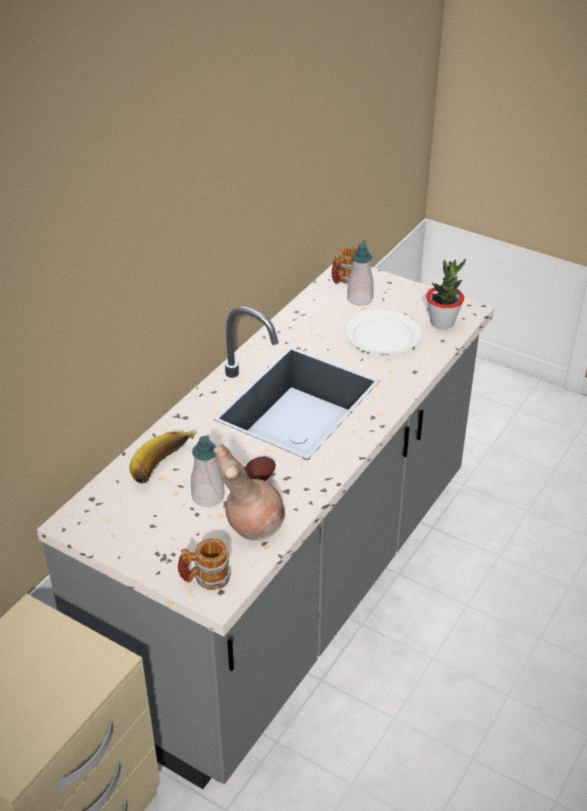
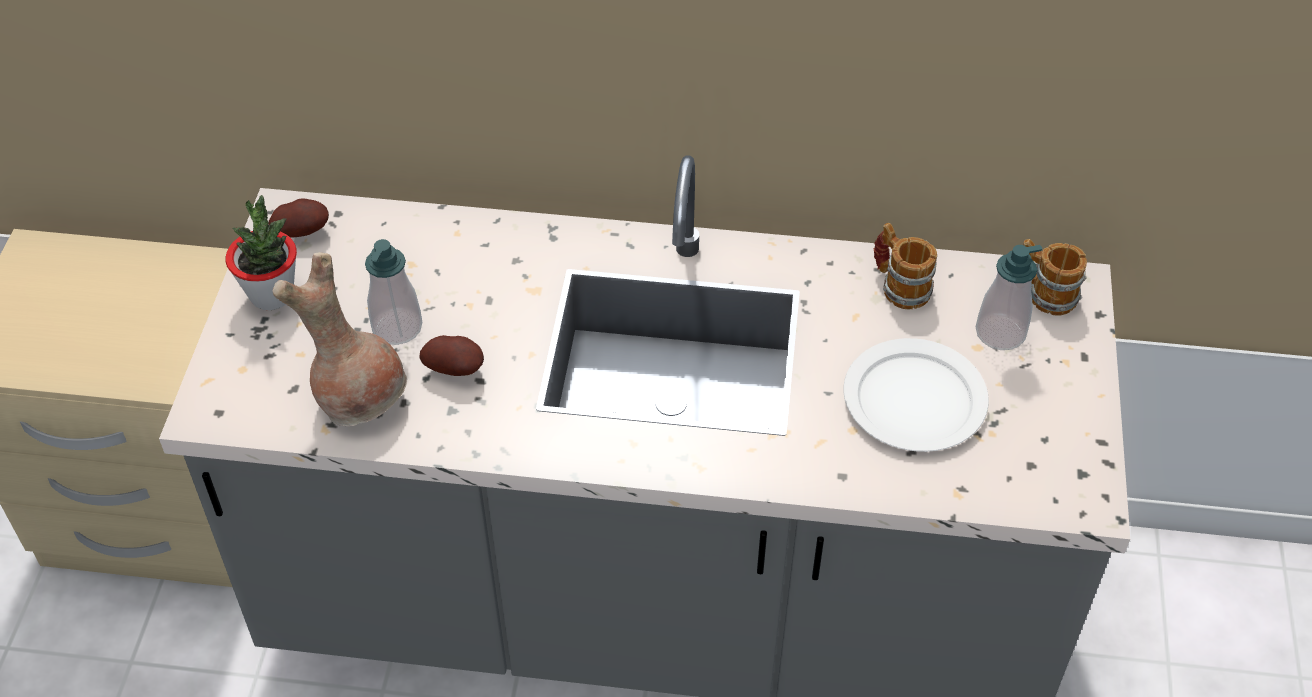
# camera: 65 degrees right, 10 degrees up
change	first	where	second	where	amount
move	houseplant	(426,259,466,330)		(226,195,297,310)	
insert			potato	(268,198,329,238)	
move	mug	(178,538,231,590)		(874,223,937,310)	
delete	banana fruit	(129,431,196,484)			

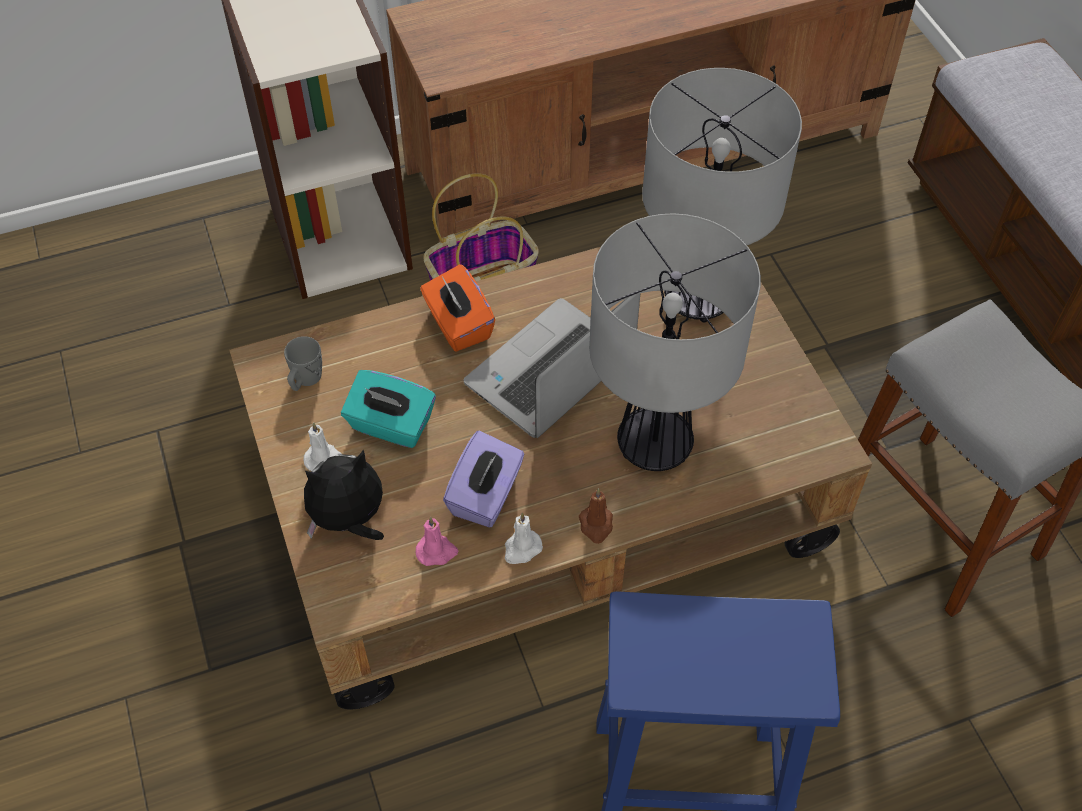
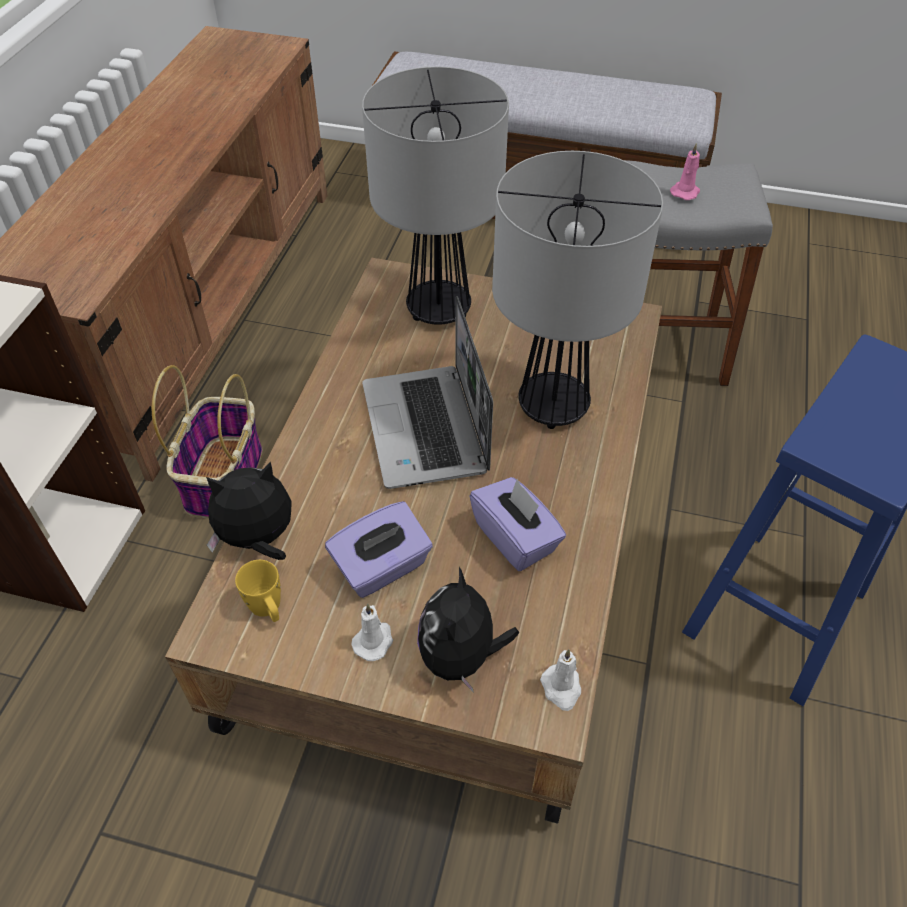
# camera: 55 degrees left, 5 degrees down
change	first	where	second	where	amount
insert			soft toy	(206,461,292,560)	
recolor	mug (grey)	(284,336,322,391)	mug (yellowish)	(235,560,281,622)	
recolor	box of tissues (blue-green)	(341,370,436,448)	box of tissues (purple)	(325,501,433,598)	
move	wax light (whitish)	(505,513,543,564)		(540,649,581,711)	
move	wax light (pink)	(416,517,458,566)		(670,143,700,200)	
delete	box of tissues (orange-coloured)	(420,264,495,352)			
delete	wax light (brownish)	(579,488,613,544)			

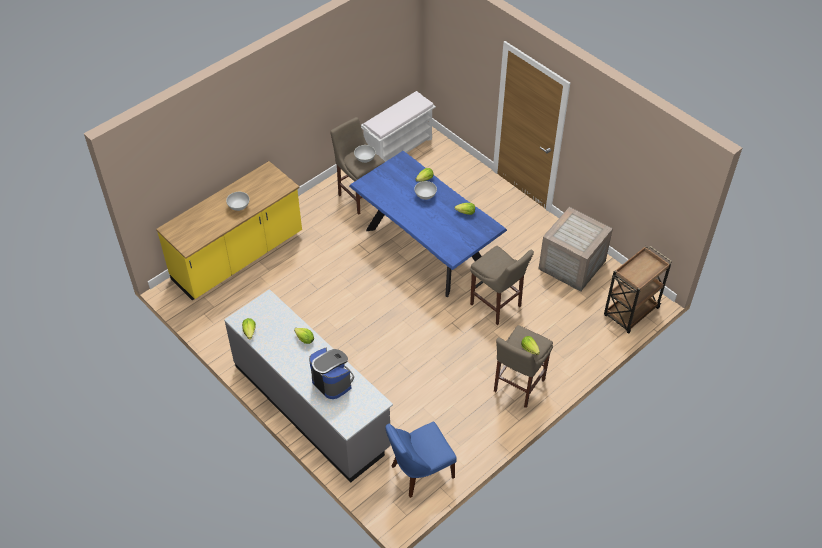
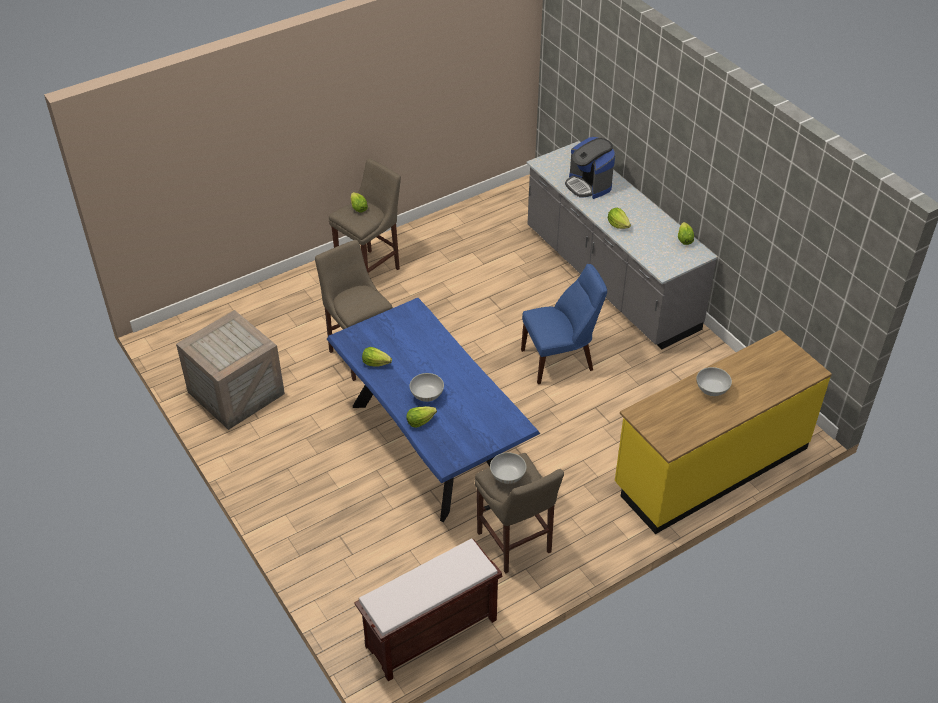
# camera: 170 degrees left, 5 degrees down
change	first	where	second	where	amount
recolor	bench (whitish)	(361,91,436,162)	bench (brownish)	(354,539,502,681)	
move	chair (blue)	(385,422,457,498)		(521,264,607,384)	
delete	cart (brownish)	(604,246,672,334)			

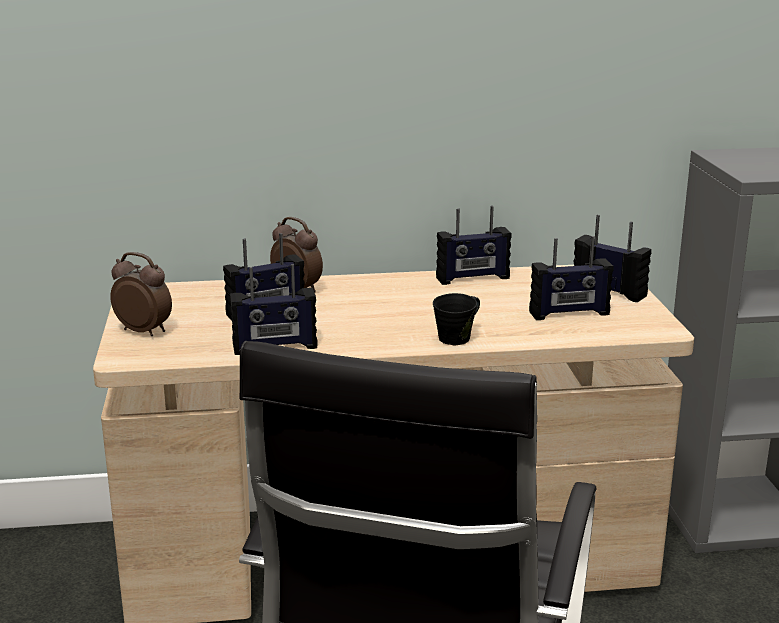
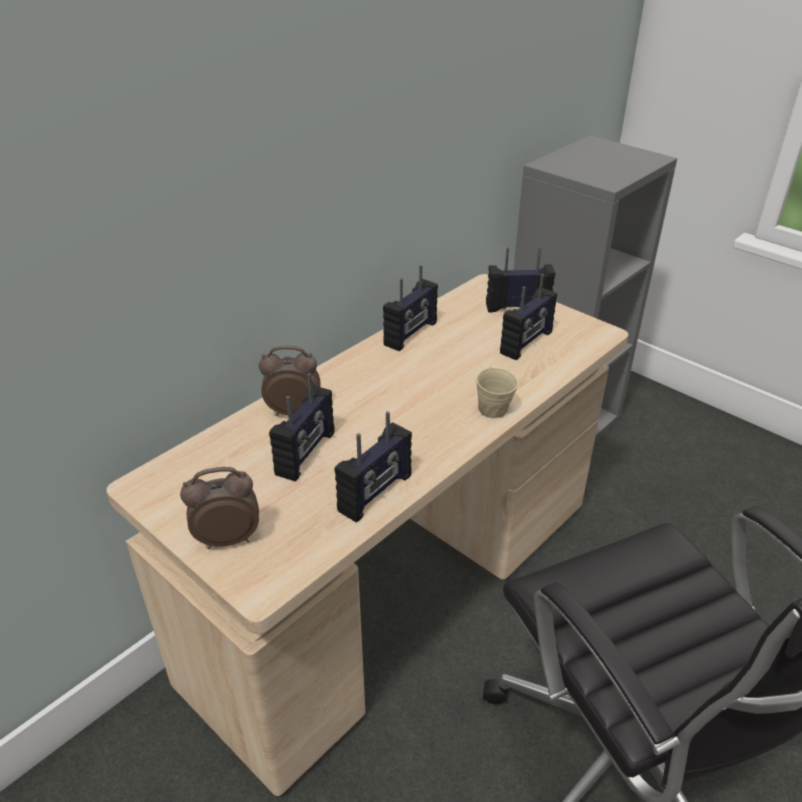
# camera: 40 degrees left, 15 degrees up
change	first	where	second	where	amount
recolor	mug (blackish)	(433,293,480,346)	mug (beige)	(476,365,518,418)	

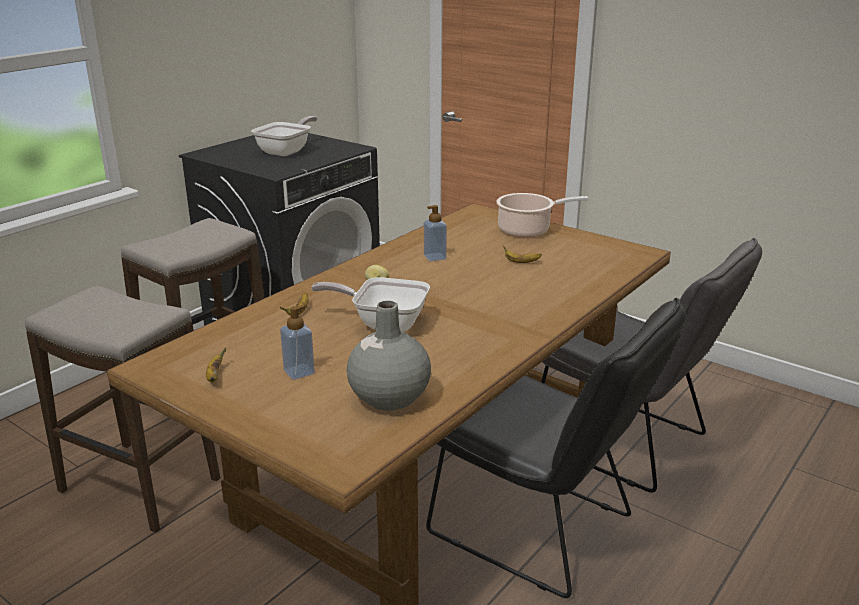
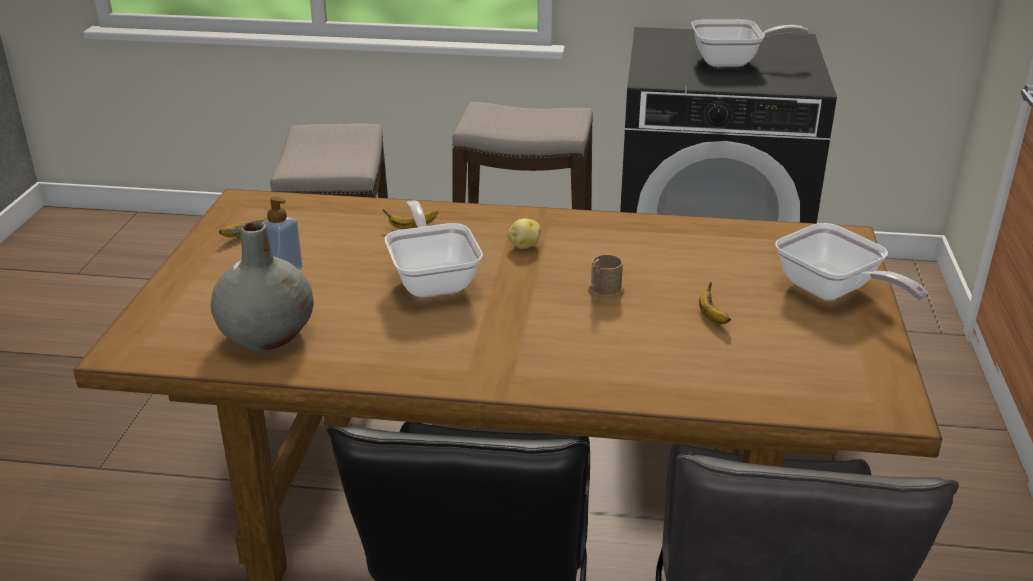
# camera: 60 degrees right, 5 degrees up
change	first	where	second	where	amount
insert			mug (brownish)	(588,254,624,301)	
replace	stockpot	(496,193,588,237)	frying pan	(775,223,927,300)	
delete	soap dispenser	(424,205,447,261)			

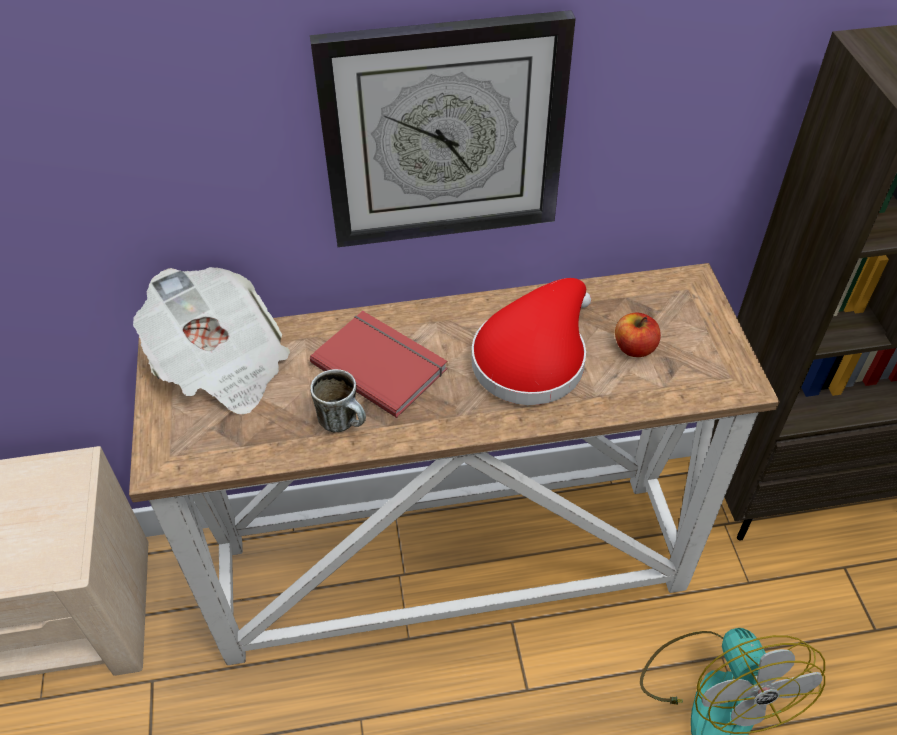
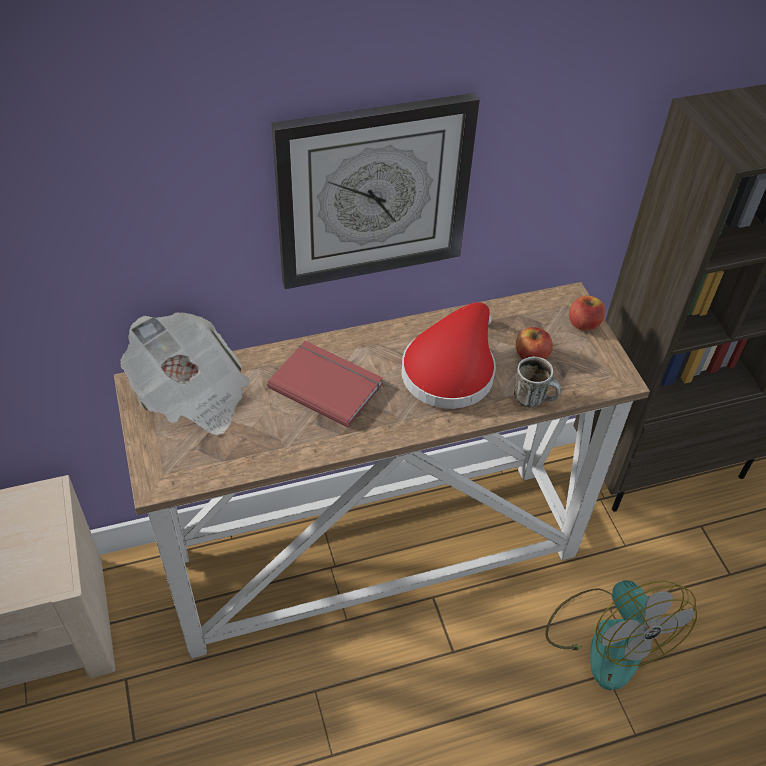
# camera: 10 degrees left, 0 degrees up
change	first	where	second	where	amount
move	mug	(310,369,366,433)		(514,357,561,408)	
insert			apple fruit	(569,296,605,331)	

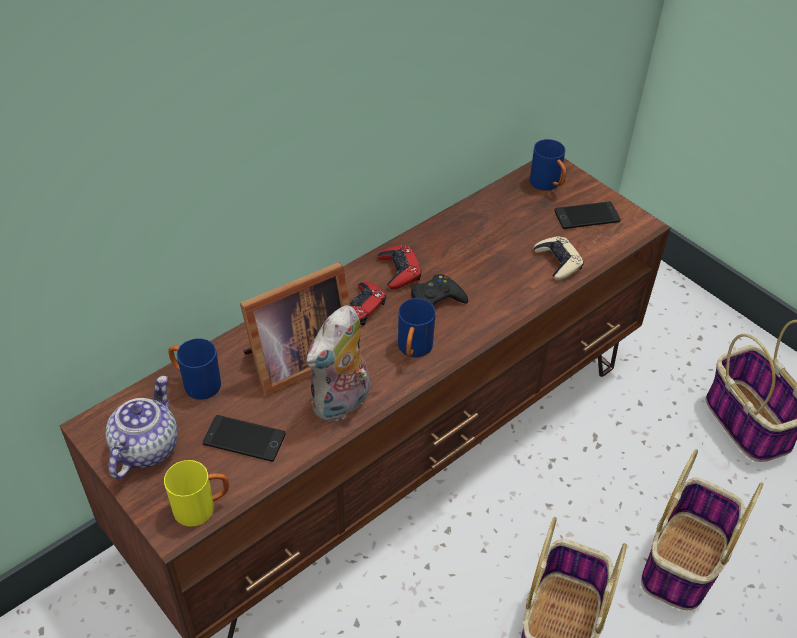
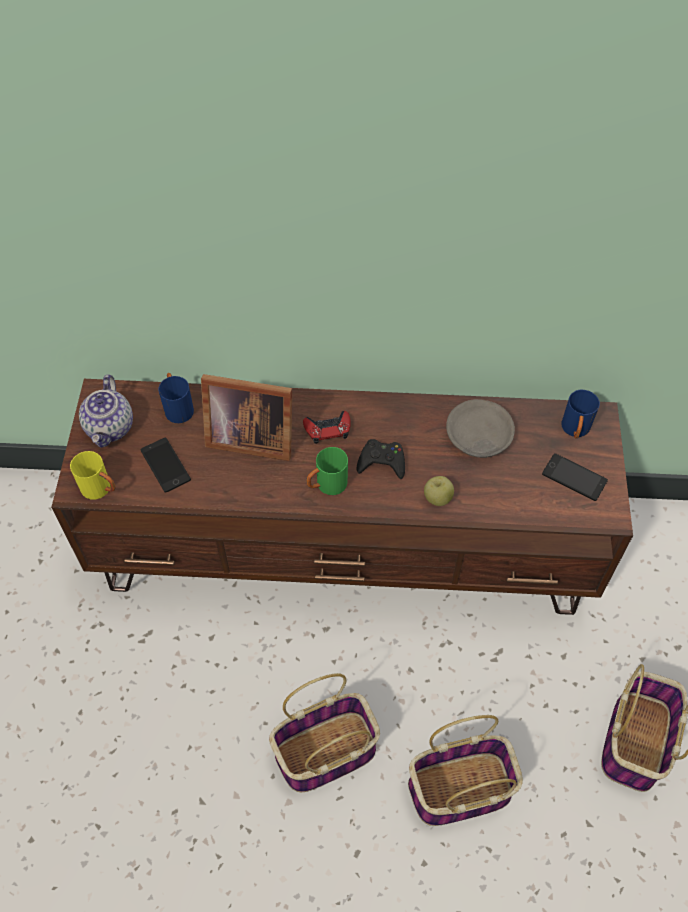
# camera: 45 degrees right, 10 degrees up
change	first	where	second	where	amount
rotate	teapot	(106,376,178,479)		(79,375,133,448)	120 degrees clockwise
recolor	mug (blue)	(398,298,436,358)	mug (green)	(306,447,348,495)	
insert			apple fruit	(424,476,454,506)	
insert			serving bowl (grey)	(446,399,515,458)	
delete	soft toy	(306,305,369,422)			
delete	game controller (red-coloured)	(377,245,422,289)			
delete	game controller (beige)	(534,236,584,280)			

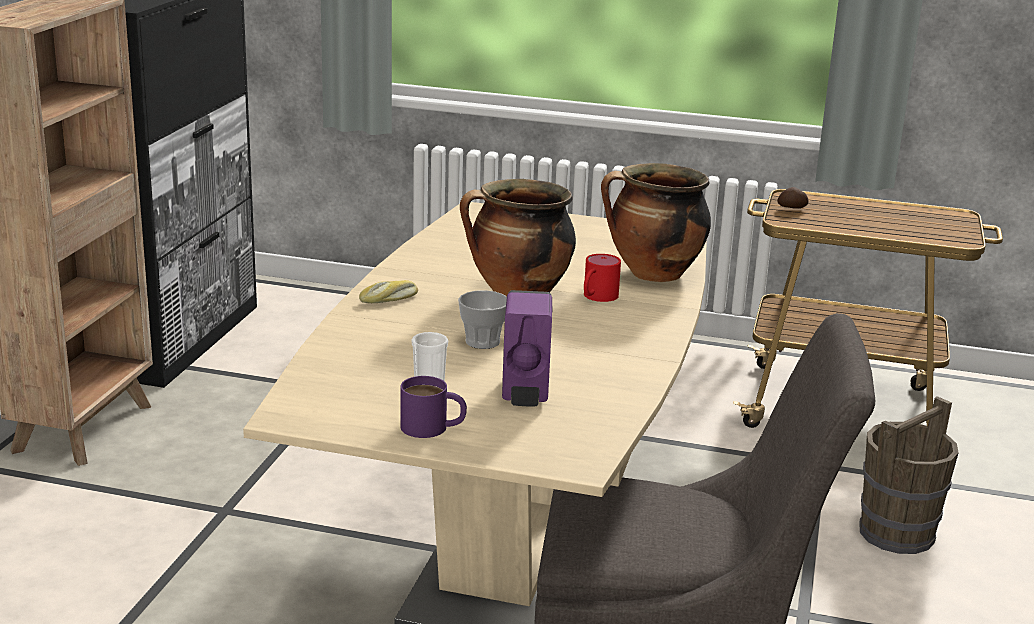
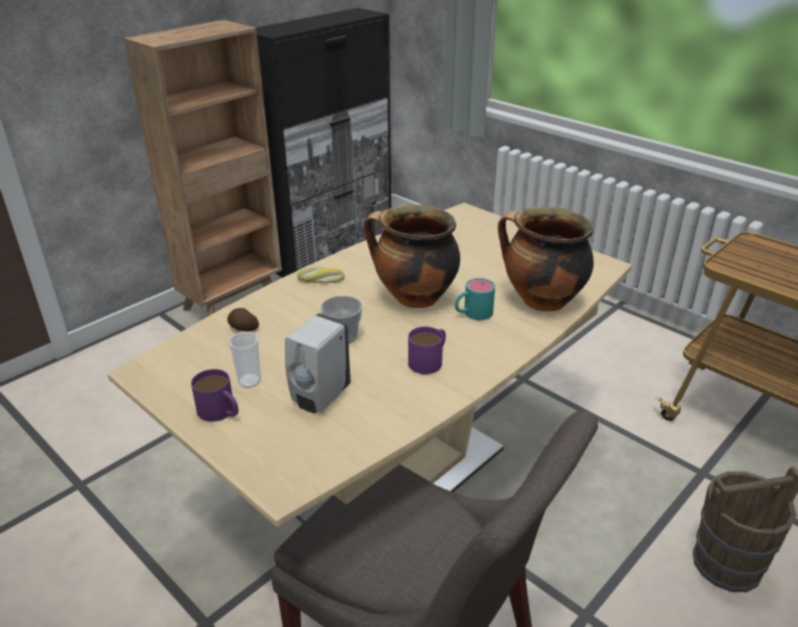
# camera: 30 degrees right, 10 degrees up
change	first	where	second	where	amount
move	potato	(777,187,809,209)		(227,308,259,331)	
recolor	soap dispenser (purple)	(502,290,553,407)	soap dispenser (whitish)	(285,313,351,414)	
insert			mug (purple)	(408,327,446,374)	
recolor	mug (red-coloured)	(584,254,621,302)	mug (blue-green)	(455,278,495,320)	

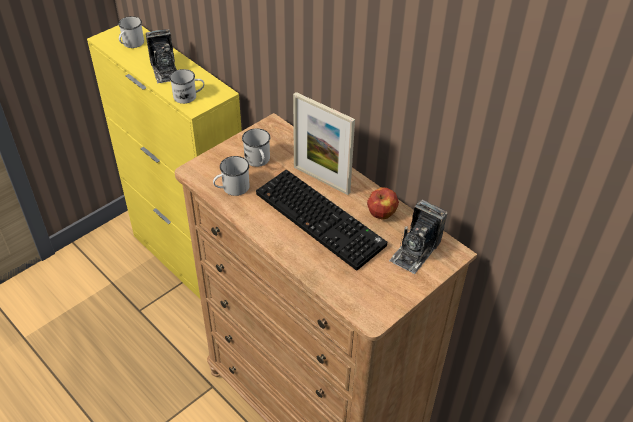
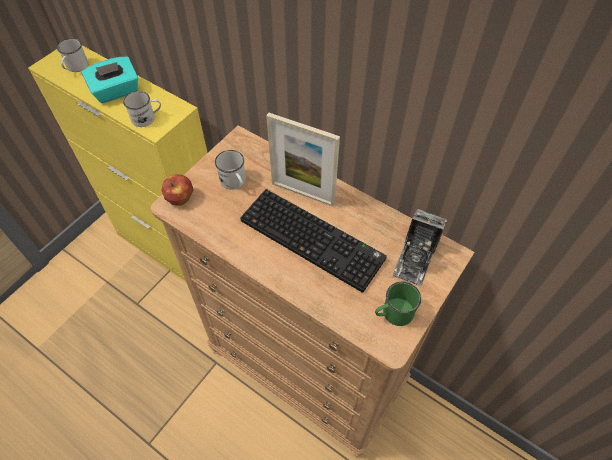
# camera: 10 degrees left, 10 degrees up
change	first	where	second	where	amount
replace	still camera	(146,29,177,84)	box of tissues (blue-green)	(81,57,138,103)	
move	apple fruit	(367,187,399,220)		(161,174,193,206)	
insert			mug (green)	(375,282,421,326)	
delete	mug (whitish)	(213,156,250,196)			

